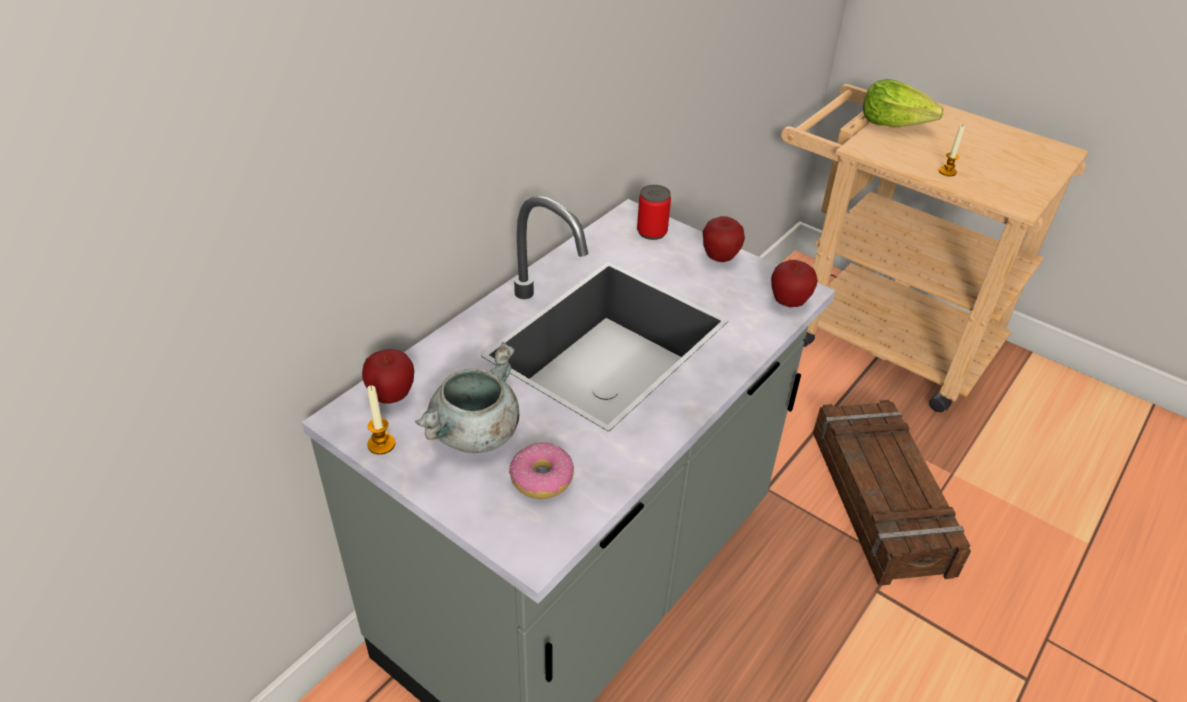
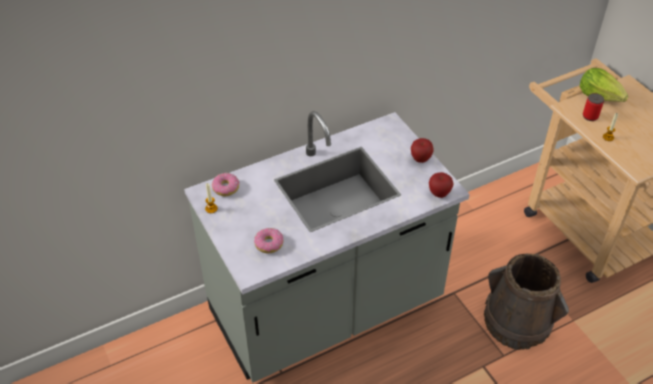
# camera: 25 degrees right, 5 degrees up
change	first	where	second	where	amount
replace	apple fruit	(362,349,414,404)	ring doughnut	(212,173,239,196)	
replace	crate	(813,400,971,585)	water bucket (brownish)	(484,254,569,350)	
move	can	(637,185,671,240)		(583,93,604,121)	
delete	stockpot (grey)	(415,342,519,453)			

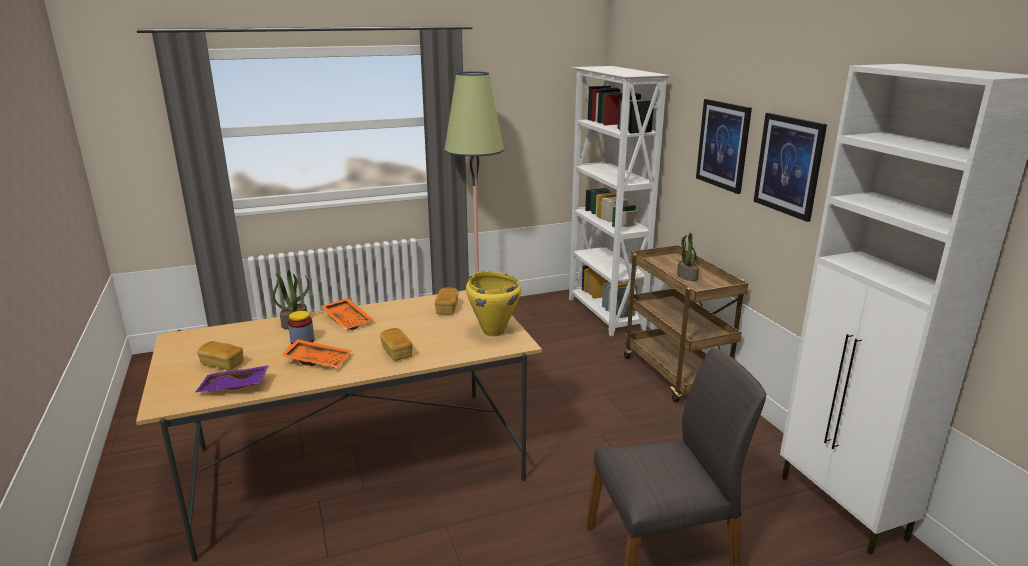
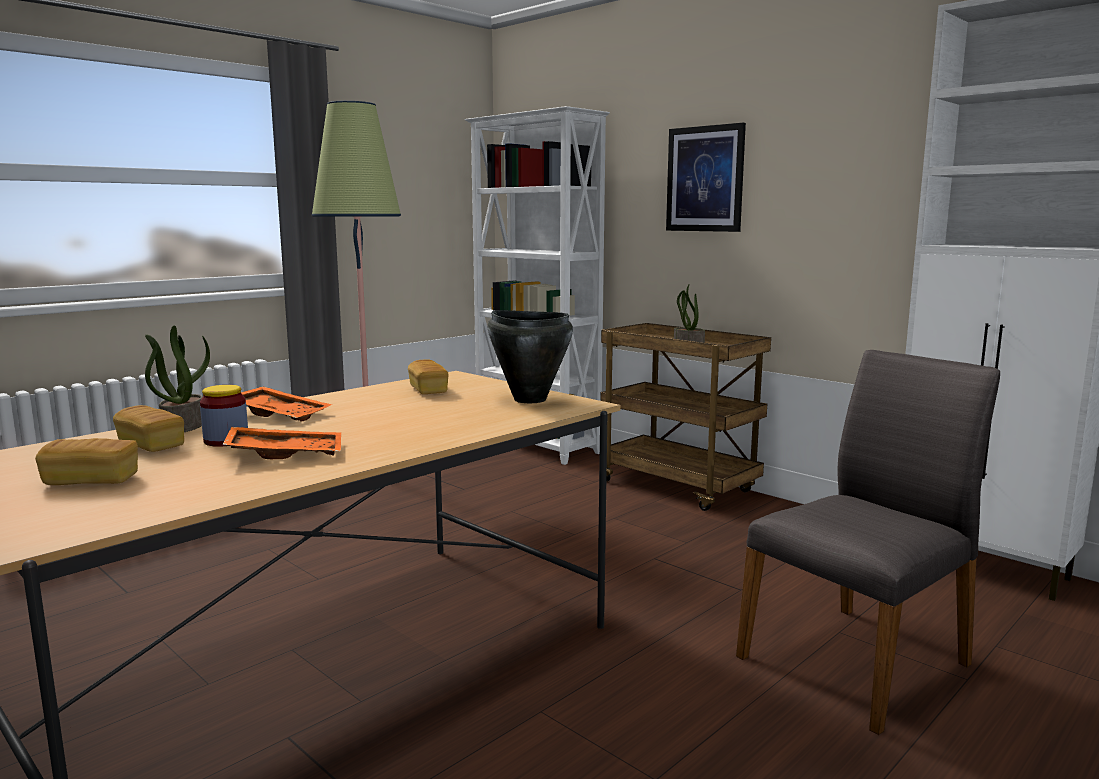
# camera: 25 degrees left, 10 degrees down
change	first	where	second	where	amount
move	bread	(380,328,412,361)		(113,405,184,452)	
recolor	stockpot (yellowish)	(466,271,521,337)	stockpot (blackish)	(488,310,573,403)	
delete	serving tray (purple)	(194,365,270,393)			
delete	wall picture	(754,113,827,222)			

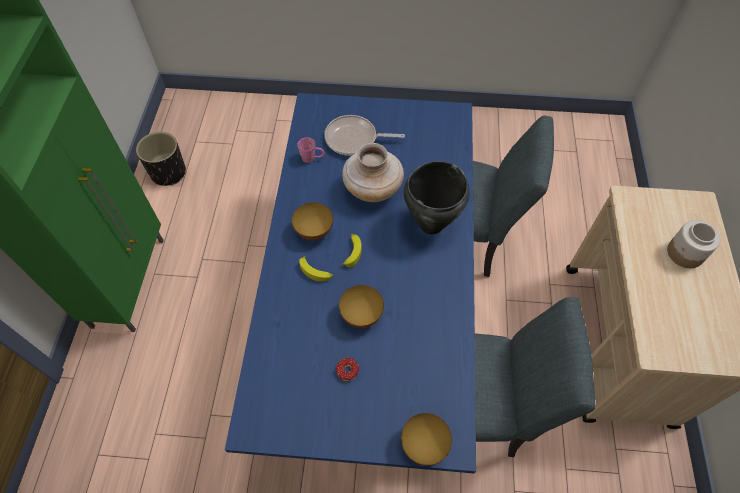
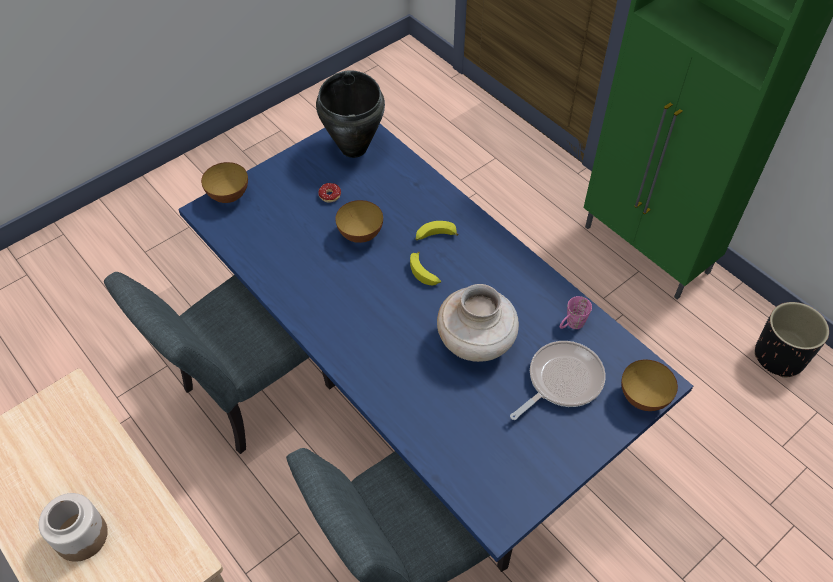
# camera: 135 degrees right, 5 degrees down
change	first	where	second	where	amount
move	stockpot (blackish)	(404,161,470,234)		(316,70,385,158)	
move	serving bowl	(292,202,333,240)		(621,360,678,411)	

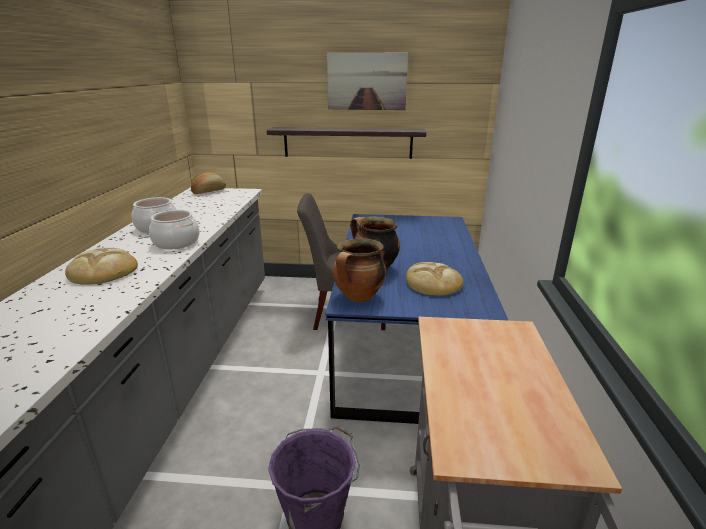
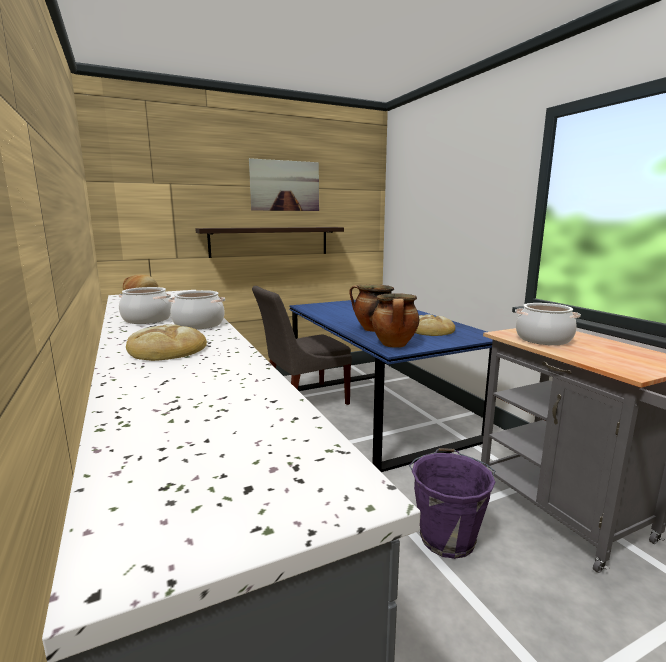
# camera: 30 degrees left, 10 degrees down
change	first	where	second	where	amount
insert			stockpot	(515,303,581,345)	

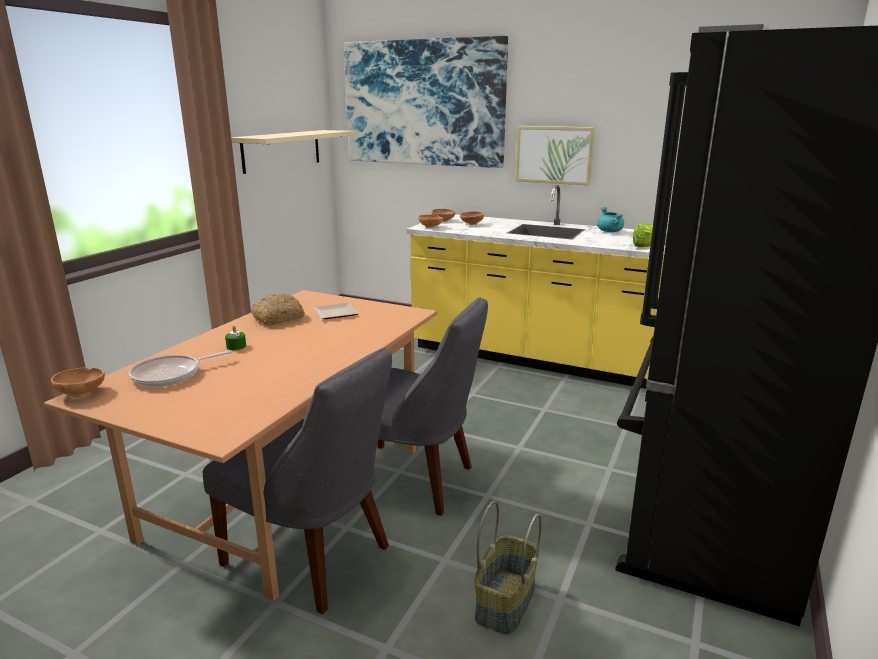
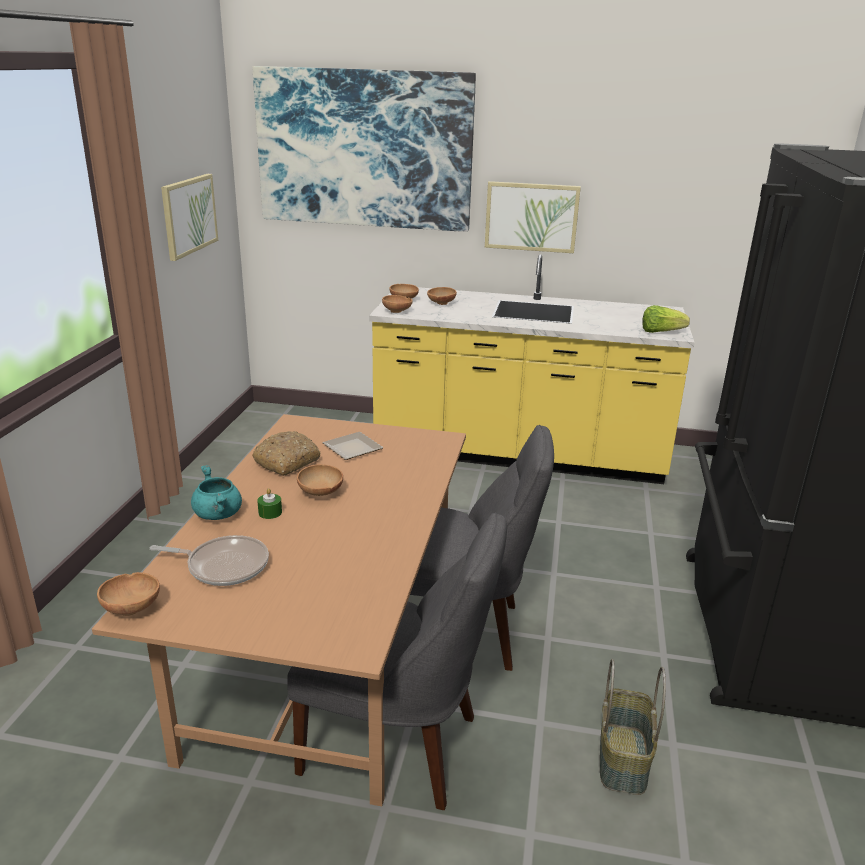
# camera: 15 degrees left, 5 degrees up
change	first	where	second	where	amount
rotate	frying pan	(129,350,232,387)		(150,535,269,586)	120 degrees counterclockwise
replace	shelf (beige)	(231,130,355,174)	wall picture	(161,174,218,261)	
move	stockpot (blue-green)	(597,207,624,232)		(191,465,242,520)	
insert			serving bowl (brownish)	(297,464,343,496)	

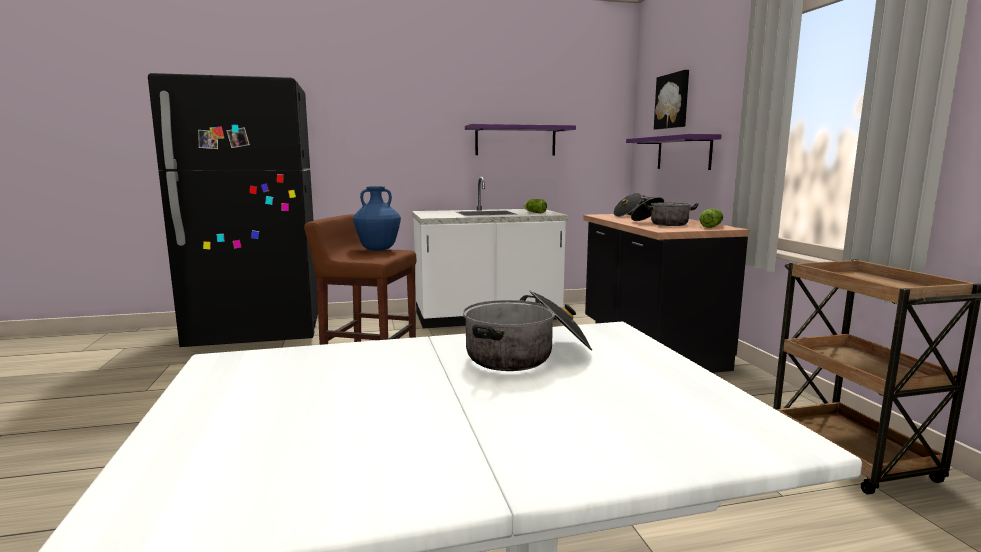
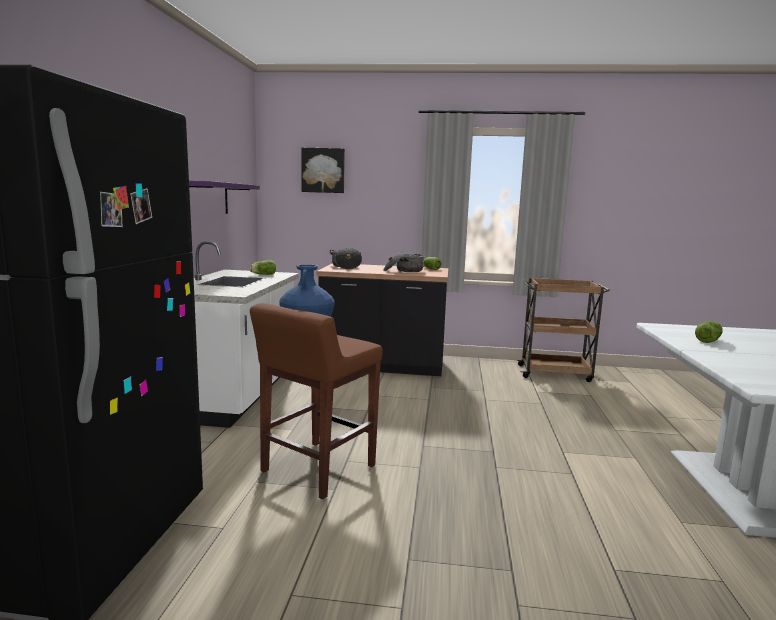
# camera: 70 degrees left, 0 degrees up
change	first	where	second	where	amount
replace	stockpot	(463,290,592,371)	lettuce head	(695,321,723,343)	
delete	shelf (purple)	(626,134,722,170)			

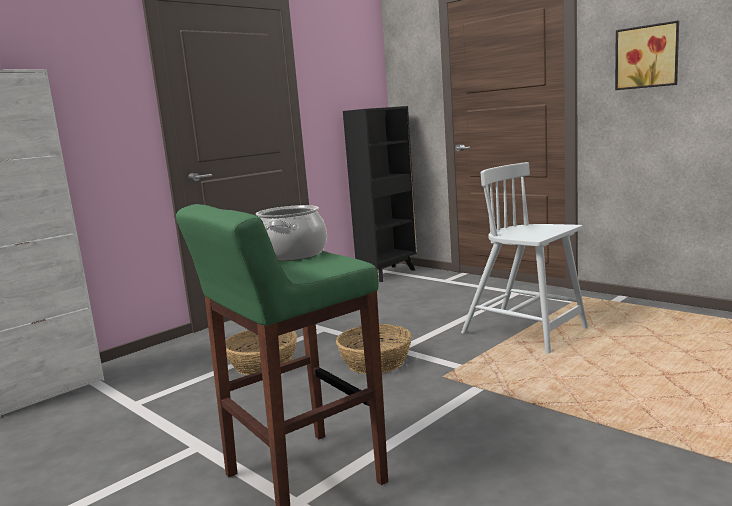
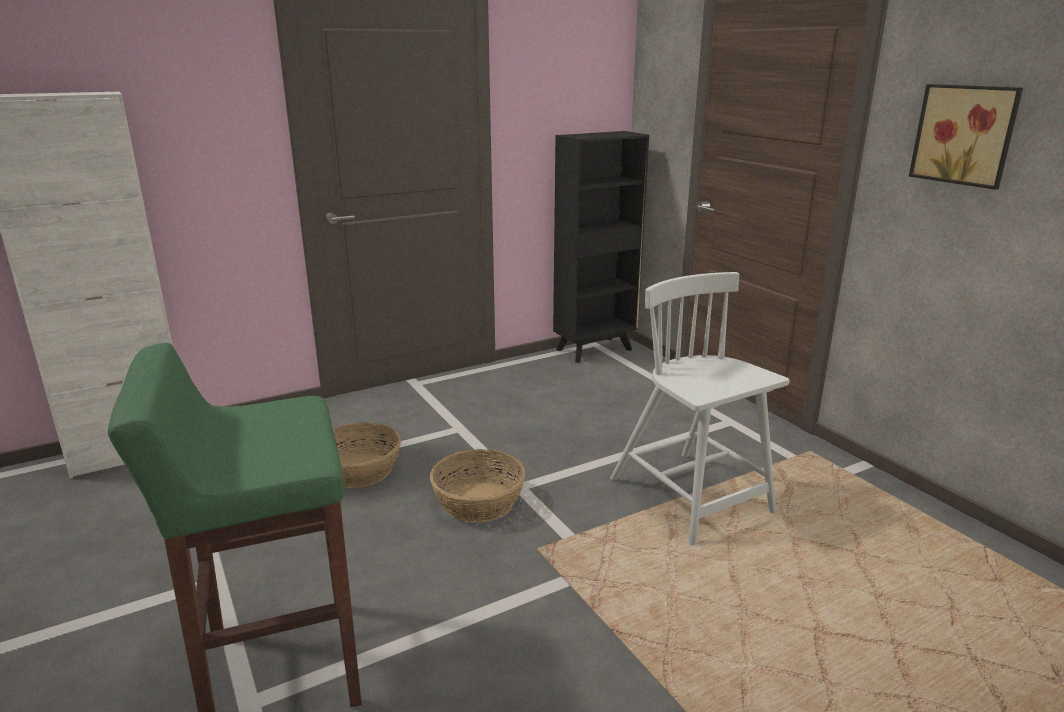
# camera: 15 degrees right, 10 degrees up
change	first	where	second	where	amount
delete	stockpot	(256,205,327,261)			

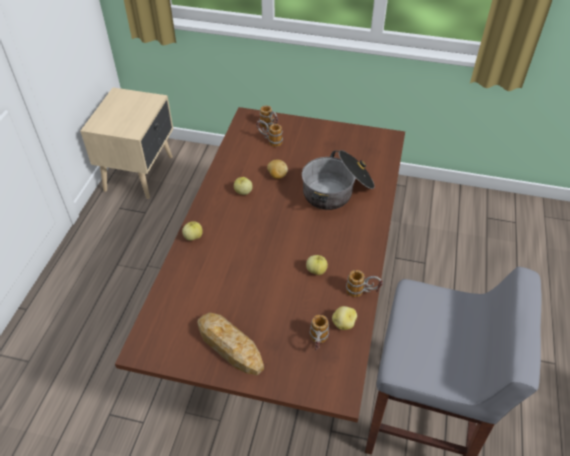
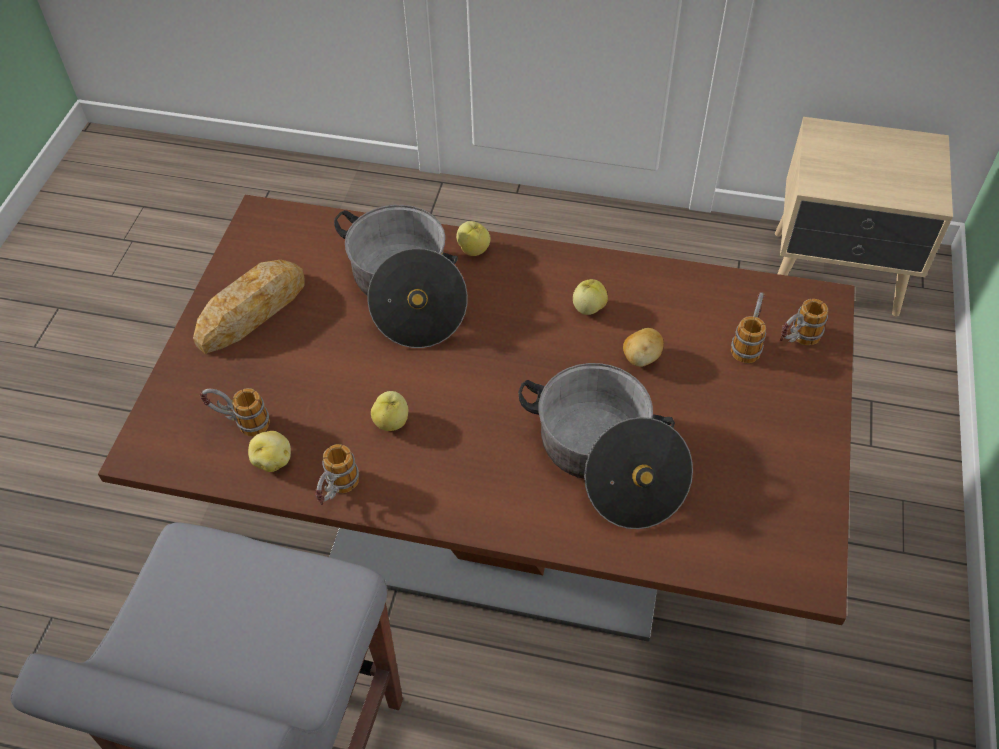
# camera: 90 degrees right, 5 degrees up
change	first	where	second	where	amount
insert			stockpot	(334,205,468,348)	

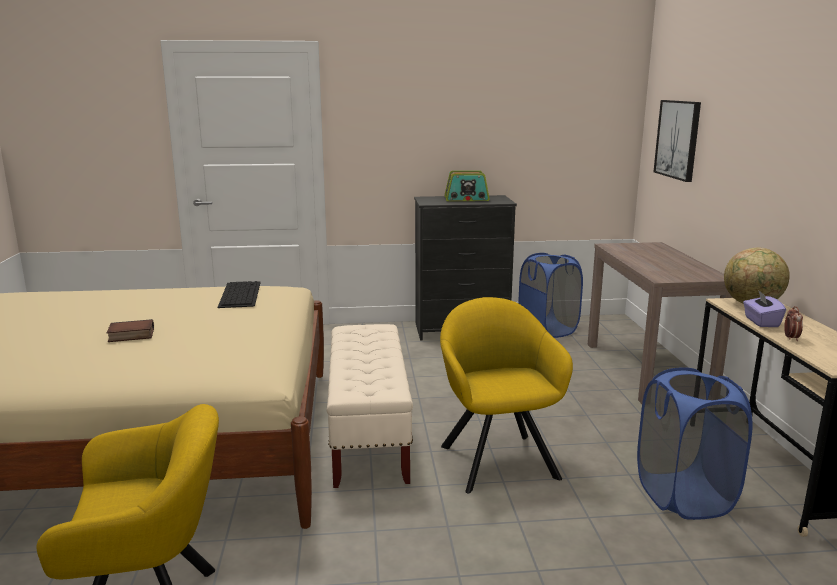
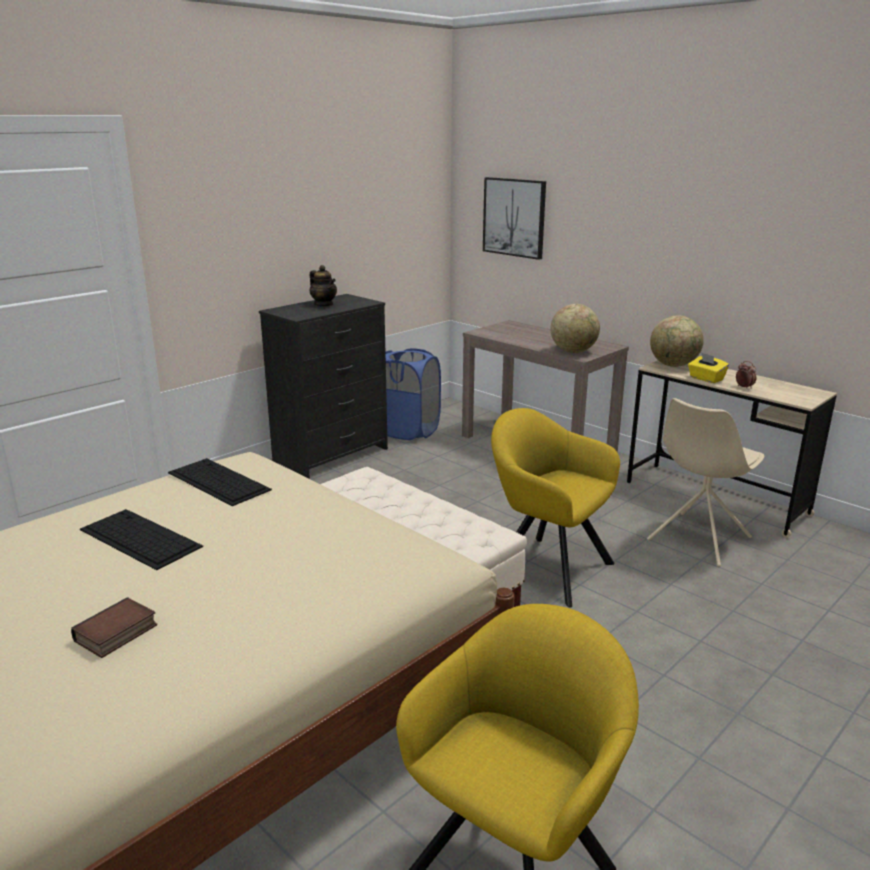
# camera: 40 degrees left, 5 degrees up
change	first	where	second	where	amount
move	volume	(107,319,154,342)		(71,597,157,658)	
insert			computer keyboard	(80,509,203,570)	
replace	radio receiver	(444,171,490,201)	teapot	(310,265,337,306)	
insert			world globe	(550,304,600,353)	
replace	washing basket (blue)	(637,367,753,520)	chair (beige)	(647,398,764,567)	
recolor	box of tissues (purple)	(743,291,786,327)	box of tissues (yellowish)	(688,352,729,383)	

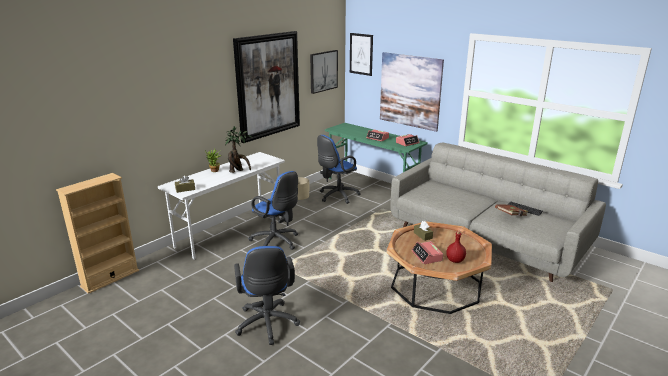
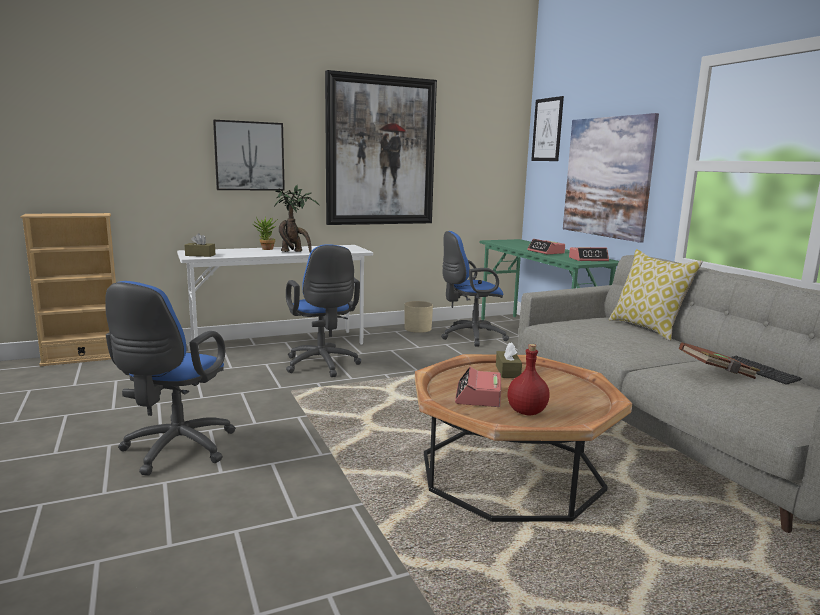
# camera: 25 degrees right, 10 degrees down
change	first	where	second	where	amount
move	wall picture	(310,50,338,94)		(213,120,285,191)	
insert			pillow	(609,249,703,341)	

